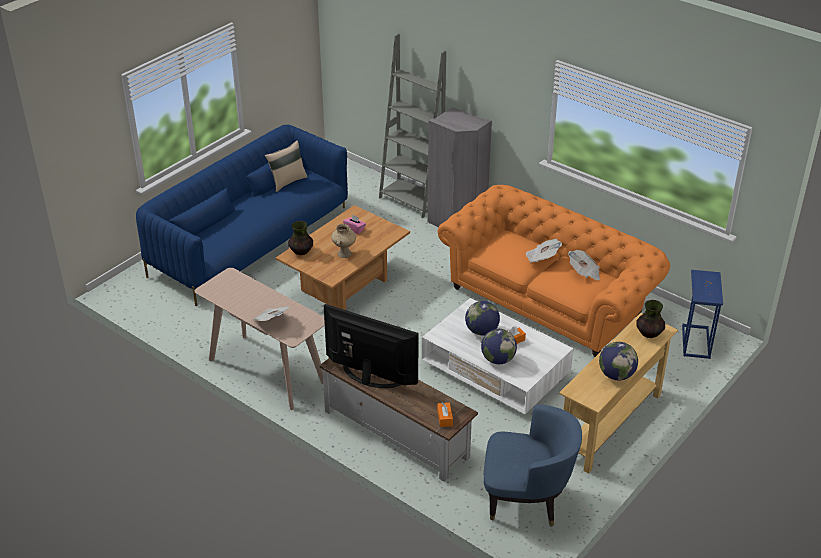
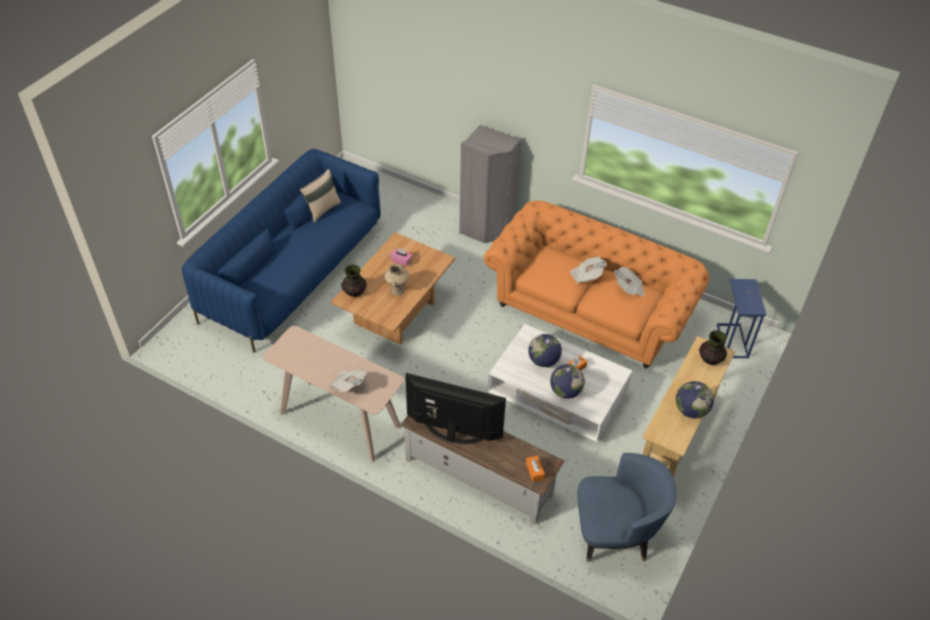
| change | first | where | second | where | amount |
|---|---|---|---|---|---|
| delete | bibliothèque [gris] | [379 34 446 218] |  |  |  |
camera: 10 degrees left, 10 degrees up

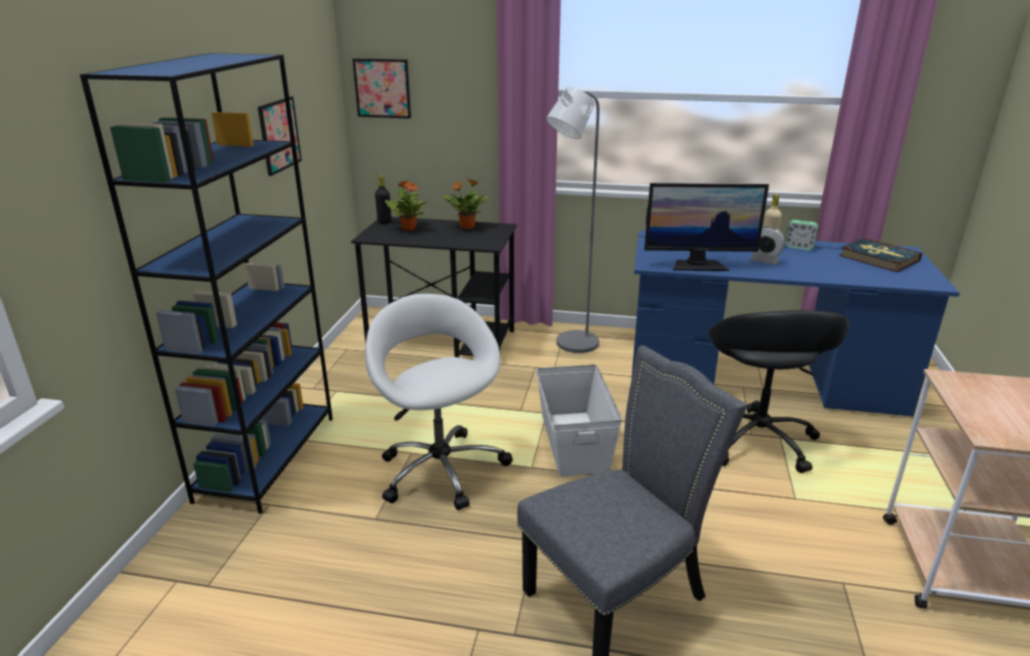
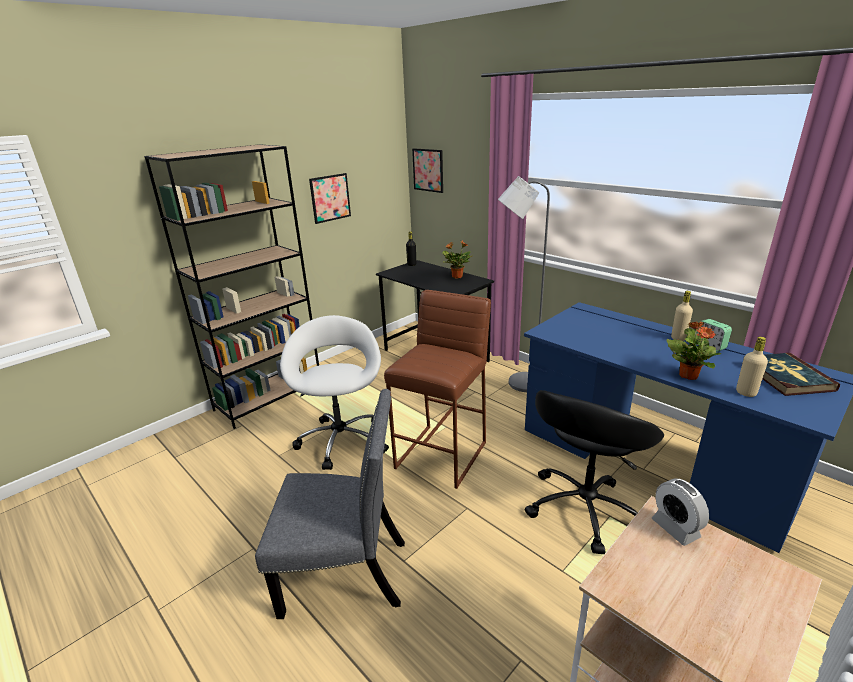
| change | first | where | second | where | amount |
|---|---|---|---|---|---|
| recolor | bibliothèque [bleu] | [80 53 333 514] | bibliothèque [beige] | [144 144 319 429] |  |
| replace | boîte de rangement [blanc] | [536 365 622 477] | tabouret [marron] | [384 290 491 489] |  |
| move | réveil | [750 227 785 265] |  | [652 478 709 546] |  |
| move | plante en pot | [385 180 425 231] |  | [666 321 721 380] |  |
| insert |  |  | bouteille [beige] | [736 337 768 397] |  |
| delete | écran d'ordinateur | [644 183 769 271] |  |  |  |
camera: 35 degrees right, 0 degrees up

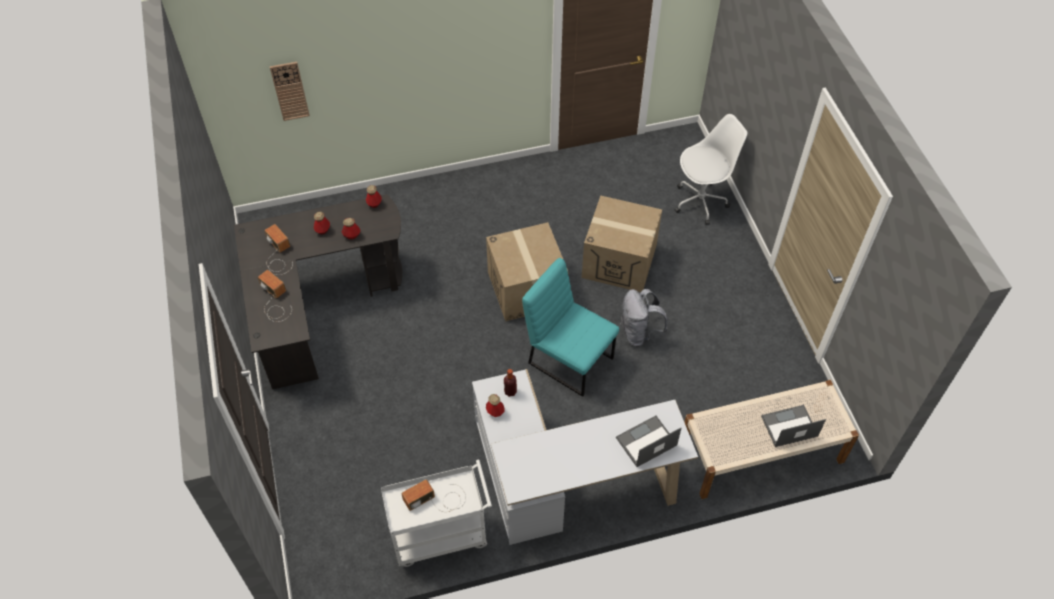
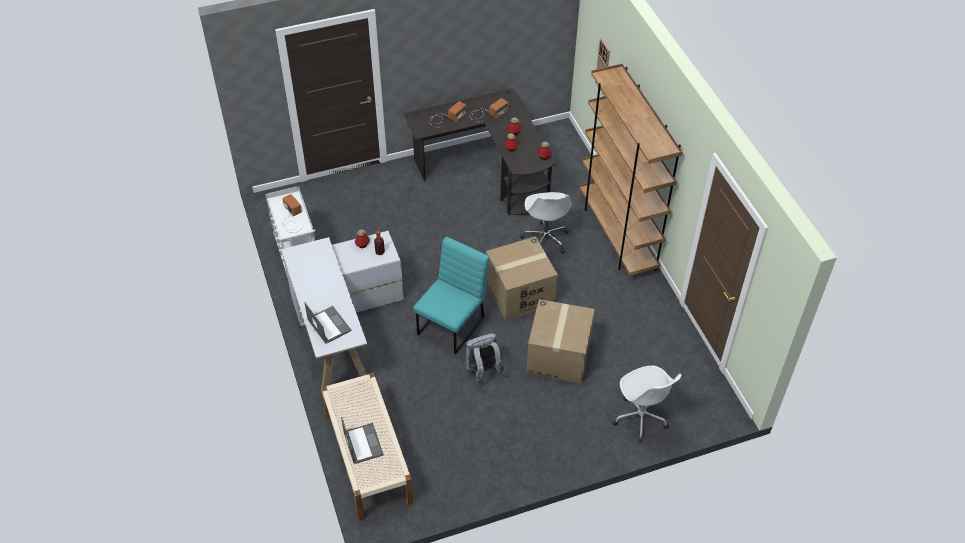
| change | first | where | second | where | amount |
|---|---|---|---|---|---|
| insert |  |  | chaise de bureau [blanc] | [520 192 572 254] |  |
| insert |  |  | bibliothèque [marron] | [579 64 682 276] |  |
camera: 85 degrees right, 5 degrees down

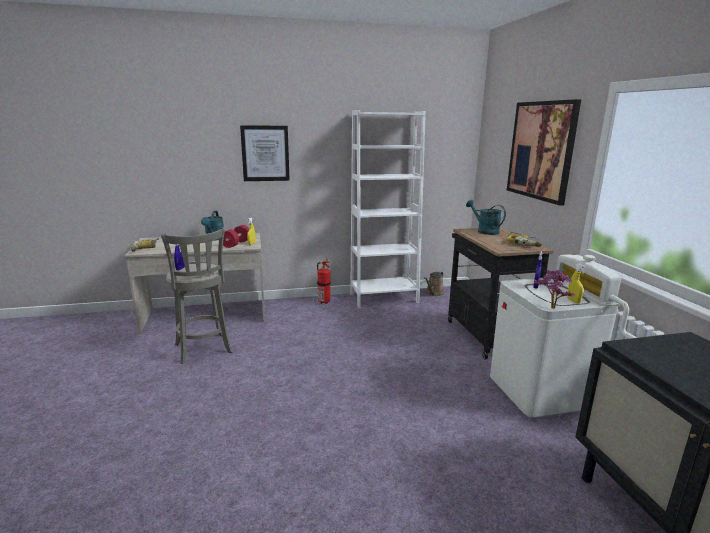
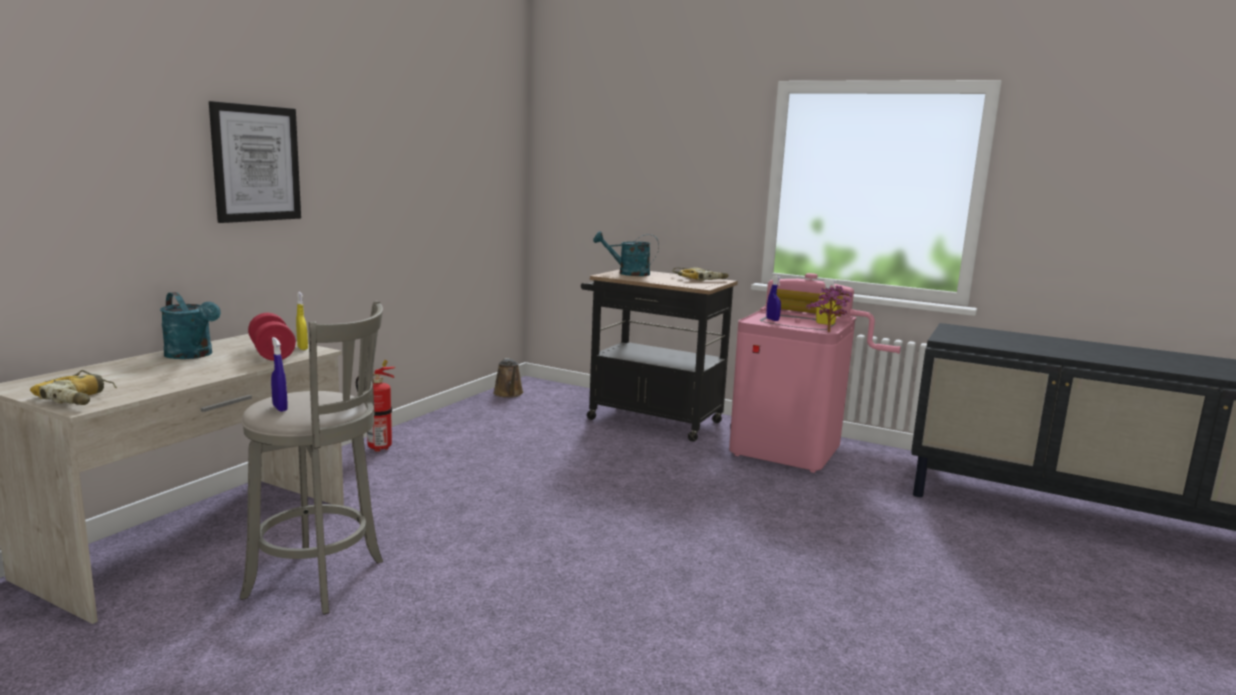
| change | first | where | second | where | amount |
|---|---|---|---|---|---|
| recolor | lave-linge [blanc] | [490 254 637 418] | lave-linge [rose] | [729 273 901 473] |  |
| delete | bibliothèque [blanc] | [350 110 426 308] |  |  |  |
| delete | tableau | [507 99 581 206] |  |  |  |
camera: 50 degrees left, 5 degrees down

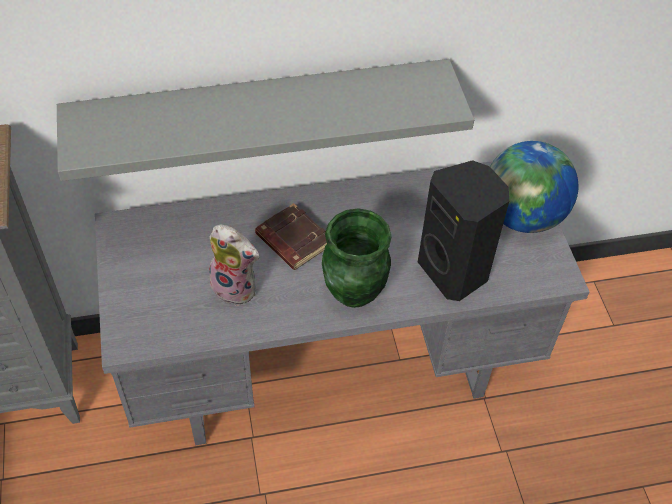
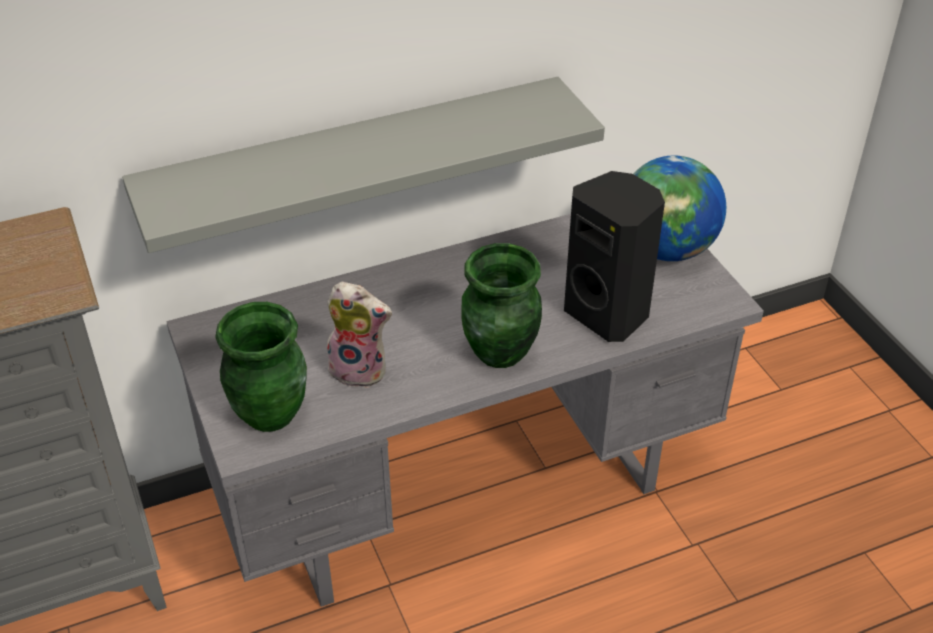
| change | first | where | second | where | amount |
|---|---|---|---|---|---|
| insert |  |  | vase [vert] | [216 302 307 432] |  |
| delete | livre [marron] | [255 203 327 270] |  |  |  |
camera: 10 degrees left, 10 degrees down

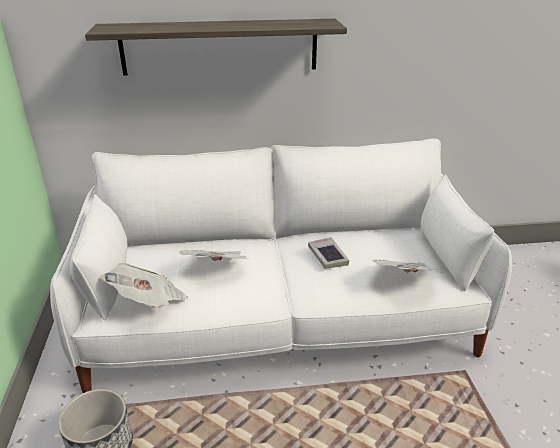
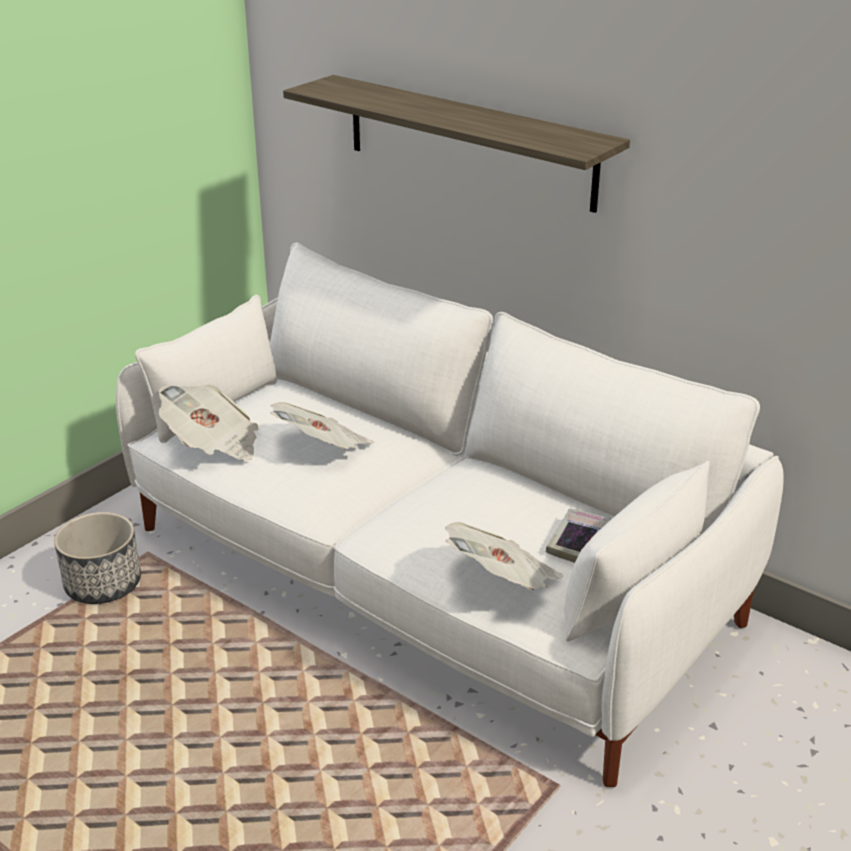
| change | first | where | second | where | amount |
|---|---|---|---|---|---|
| move | livre | [308 237 349 269] |  | [546 509 611 563] |  |
camera: 45 degrees right, 0 degrees up

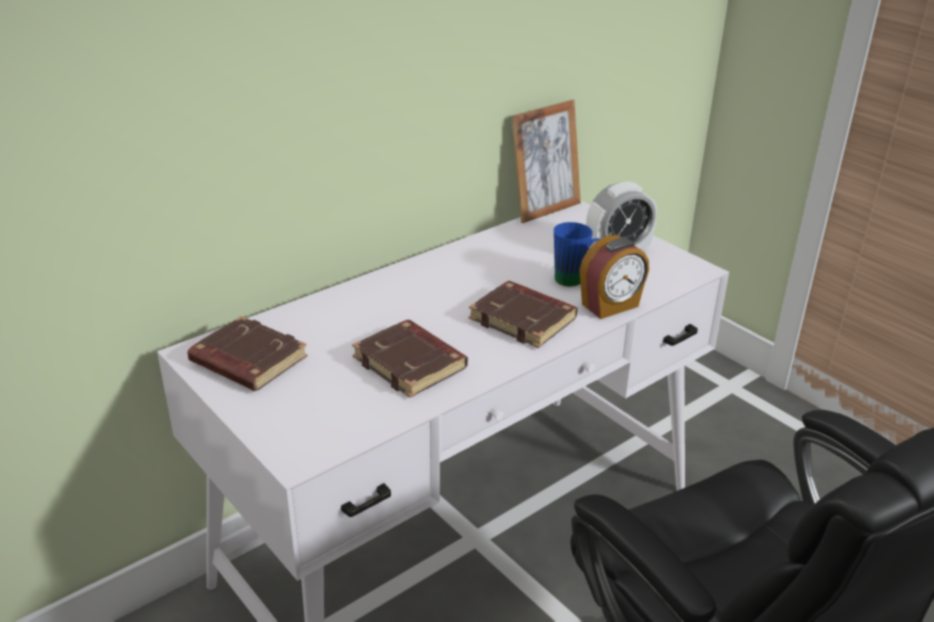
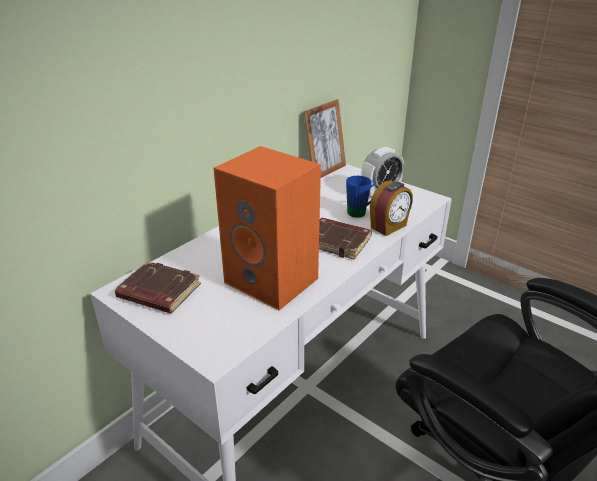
| change | first | where | second | where | amount |
|---|---|---|---|---|---|
| replace | livre [marron] | [352 320 468 398] | enceinte [orange] | [214 146 321 310] |  |
camera: 10 degrees left, 0 degrees up

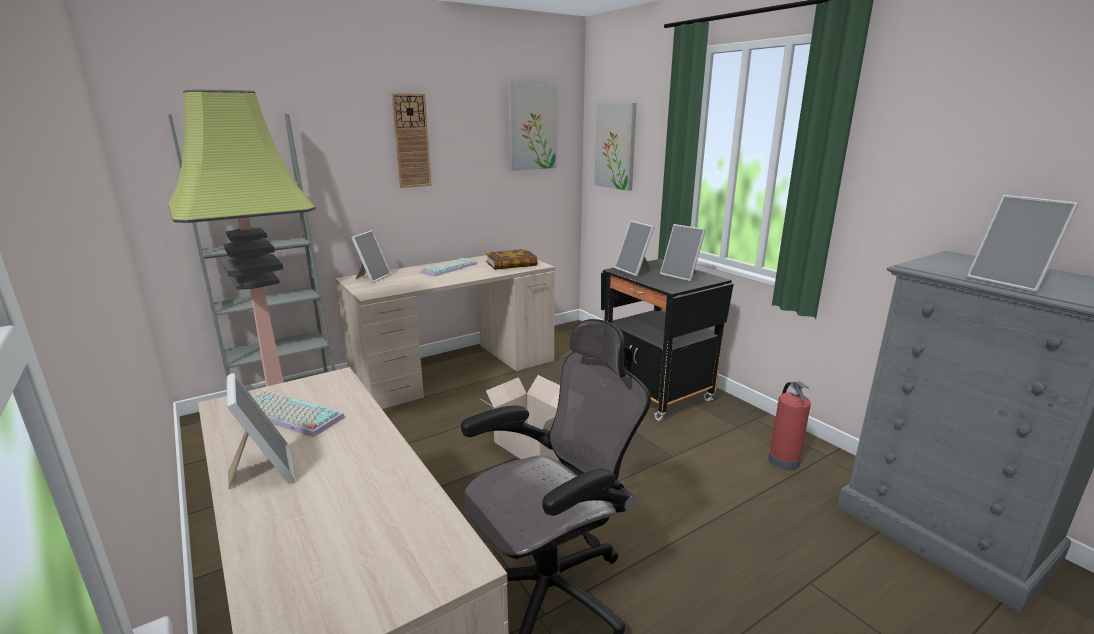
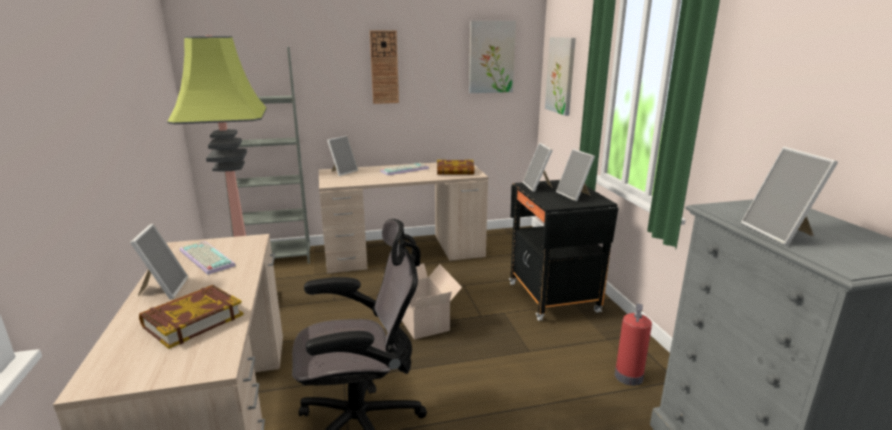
| change | first | where | second | where | amount |
|---|---|---|---|---|---|
| insert |  |  | livre | [139 285 244 349] |  |
camera: 20 degrees right, 0 degrees up

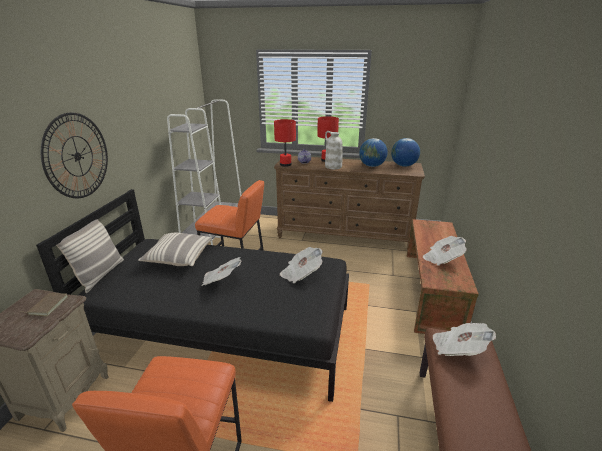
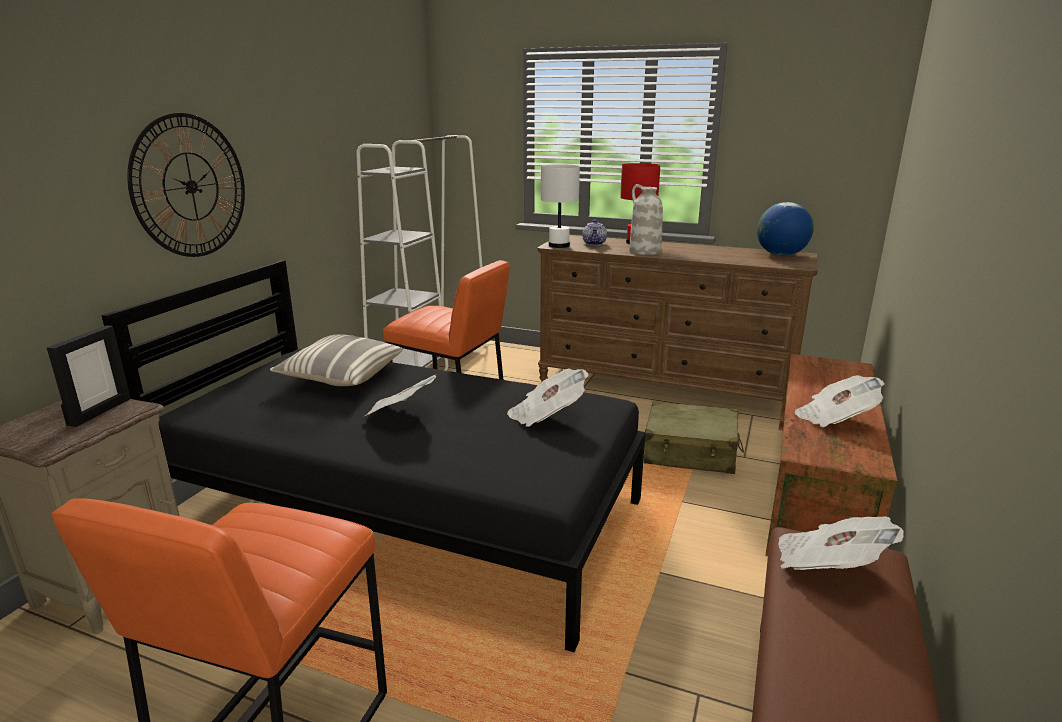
| change | first | where | second | where | amount |
|---|---|---|---|---|---|
| replace | livre [marron] | [21 293 68 316] | cadre photo | [47 325 131 427] |  |
| recolor | lampe de table [rouge] | [274 119 296 167] | lampe de table [blanc] | [541 164 580 248] |  |
| insert |  |  | valise [beige] | [644 402 744 474] |  |
| delete | coussin | [56 219 124 293] |  |  |  |
| delete | globe | [359 138 388 167] |  |  |  |
camera: 10 degrees right, 5 degrees down

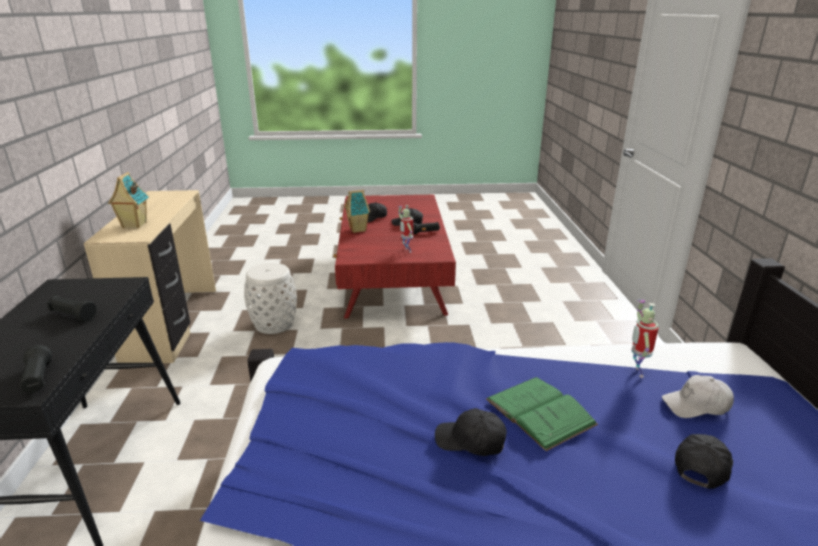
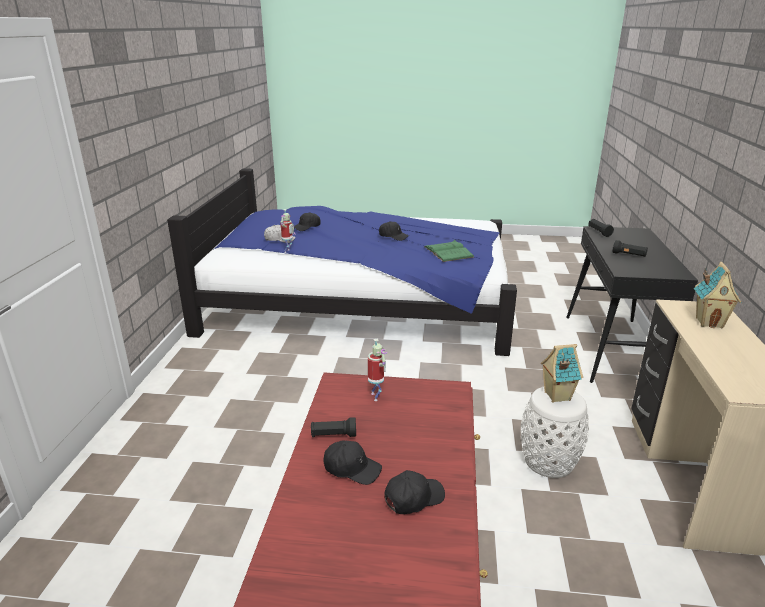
| change | first | where | second | where | amount |
|---|---|---|---|---|---|
| move | livre [vert] | [486 377 598 451] |  | [424 240 474 262] |  |
| move | maison miniature | [344 190 370 233] |  | [541 344 583 403] |  |
camera: 170 degrees left, 0 degrees up

